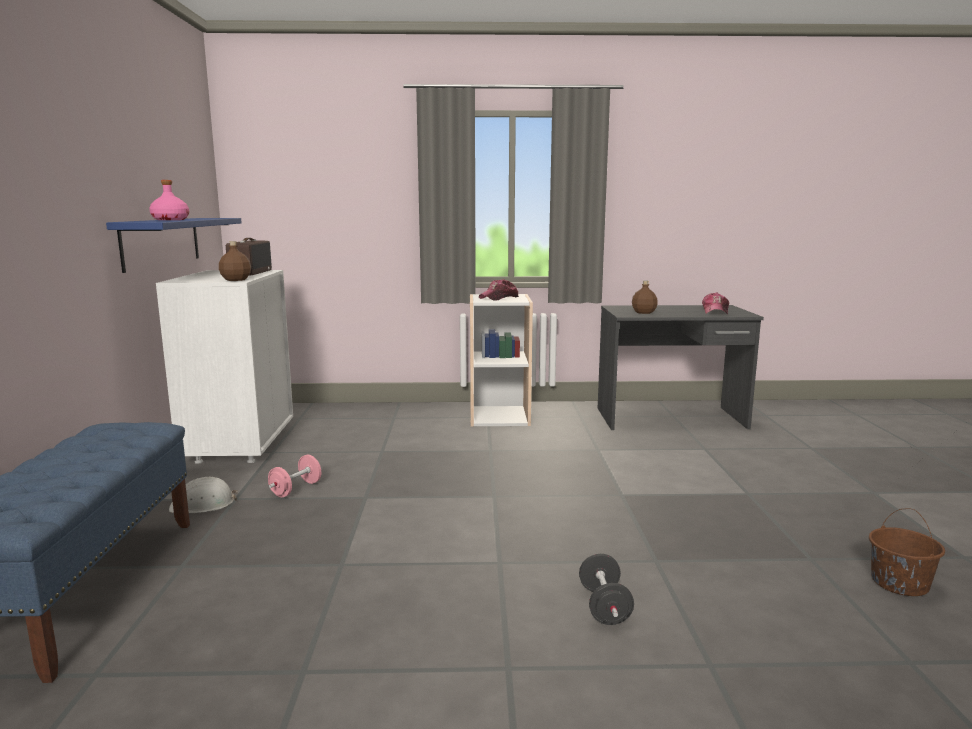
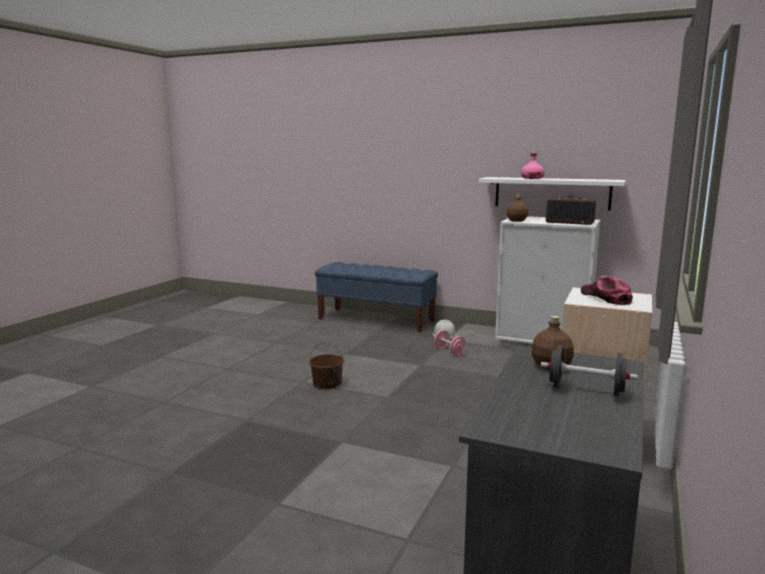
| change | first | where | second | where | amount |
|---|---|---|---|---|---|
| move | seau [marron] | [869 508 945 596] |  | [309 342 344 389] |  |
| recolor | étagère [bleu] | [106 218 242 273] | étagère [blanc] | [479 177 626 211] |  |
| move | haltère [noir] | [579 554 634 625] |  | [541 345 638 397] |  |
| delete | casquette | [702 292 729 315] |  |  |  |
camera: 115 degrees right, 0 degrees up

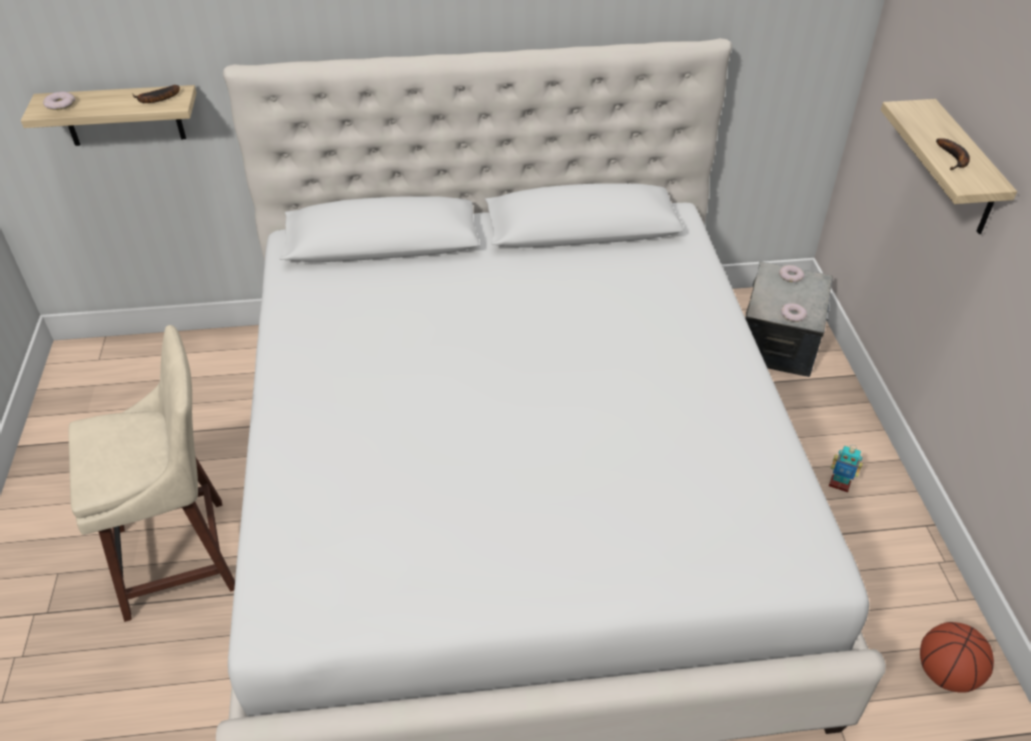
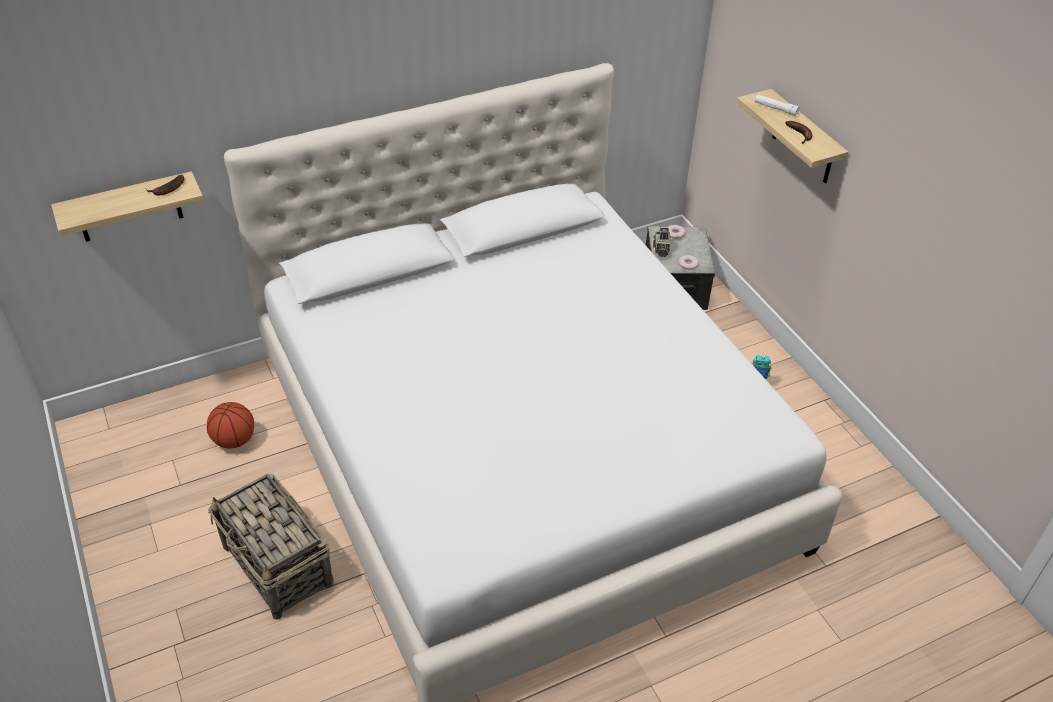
| change | first | where | second | where | amount |
|---|---|---|---|---|---|
| move | ballon de basket | [920 622 994 693] |  | [207 402 254 448] |  |
| replace | chaise [beige] | [68 325 235 622] | panier | [208 474 334 620] |  |
| insert |  |  | appareil photo | [653 228 671 258] |  |
| insert |  |  | lampe de poche [blanc] | [755 95 800 116] |  |
| delete | beignet | [43 92 75 110] |  |  |  |
camera: 20 degrees left, 0 degrees up

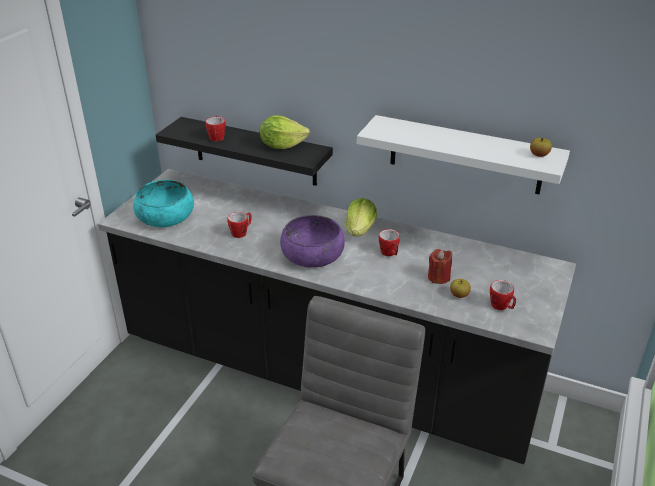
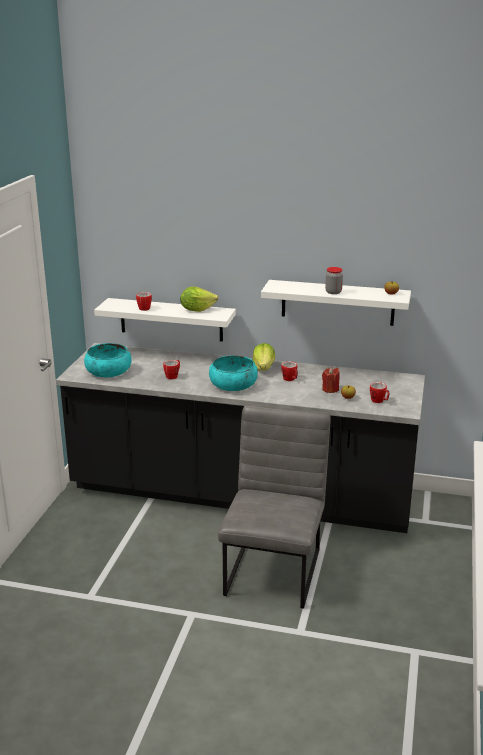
| change | first | where | second | where | amount |
|---|---|---|---|---|---|
| recolor | étagère [noir] | [156 117 333 186] | étagère [blanc] | [94 298 236 342] |  |
| recolor | bol [violet] | [280 215 345 268] | bol [turquoise] | [209 355 258 391] |  |
| insert |  |  | bocal | [325 267 343 294] |  |
camera: 10 degrees left, 10 degrees down

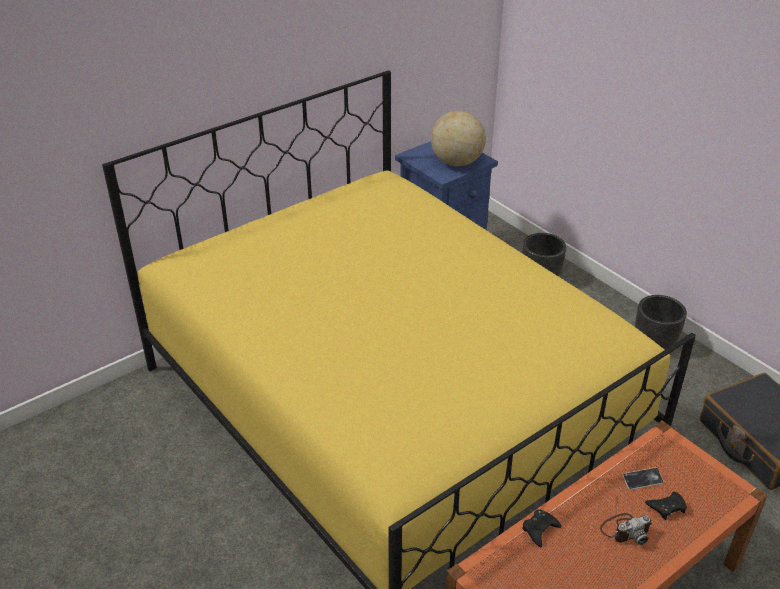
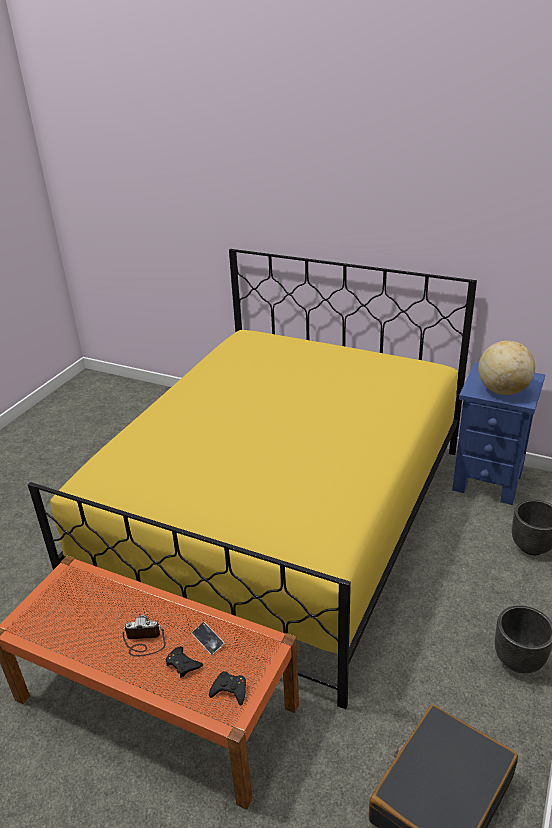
| change | first | where | second | where | amount |
|---|---|---|---|---|---|
| rotate | appareil photo | [600 513 652 545] |  | [122 615 166 657] | 135 degrees clockwise |
| move | manette [noir] | [522 509 561 547] |  | [209 671 246 706] |  |
camera: 65 degrees right, 5 degrees down

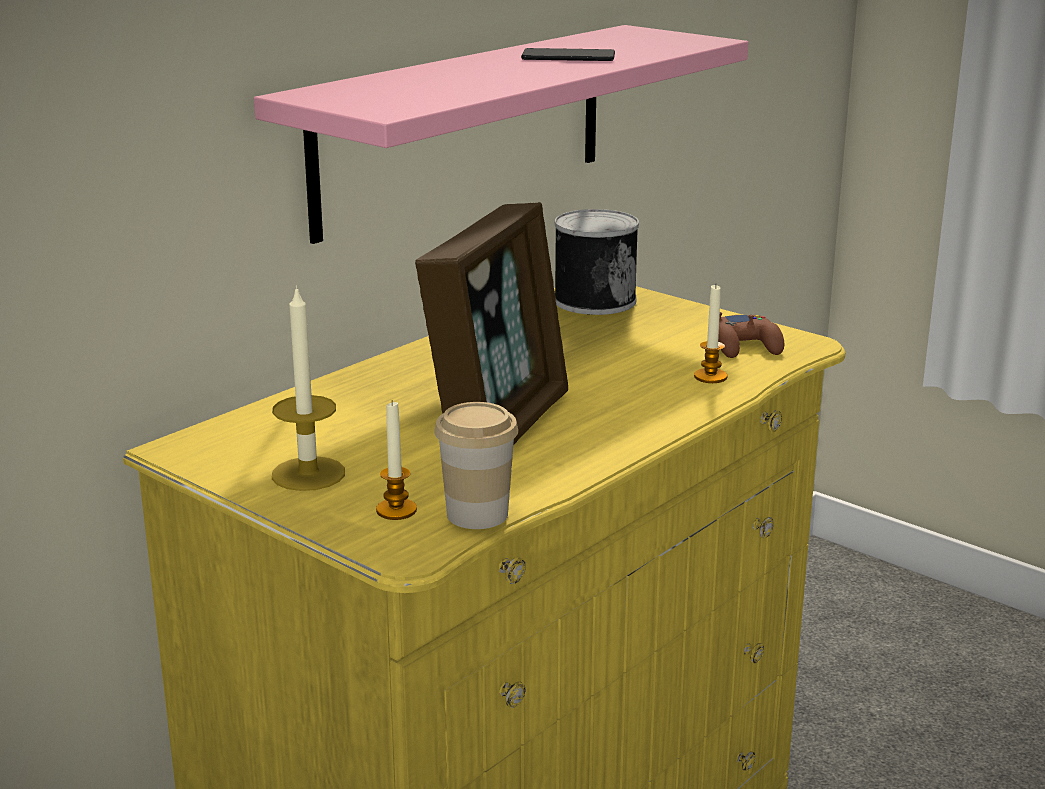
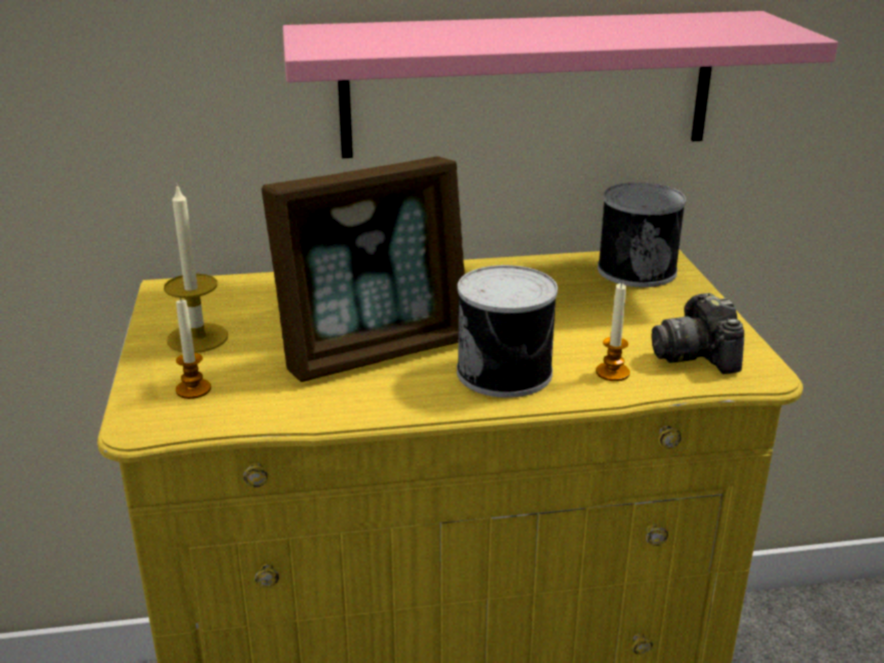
| change | first | where | second | where | amount |
|---|---|---|---|---|---|
| insert |  |  | boîte métallique | [457 265 558 398] |  |
| replace | manette [marron] | [718 312 784 358] | appareil photo | [652 293 745 374] |  |
| delete | tasse | [434 402 518 529] |  |  |  |
| delete | téléphone | [521 48 615 61] |  |  |  |
camera: 40 degrees right, 5 degrees up

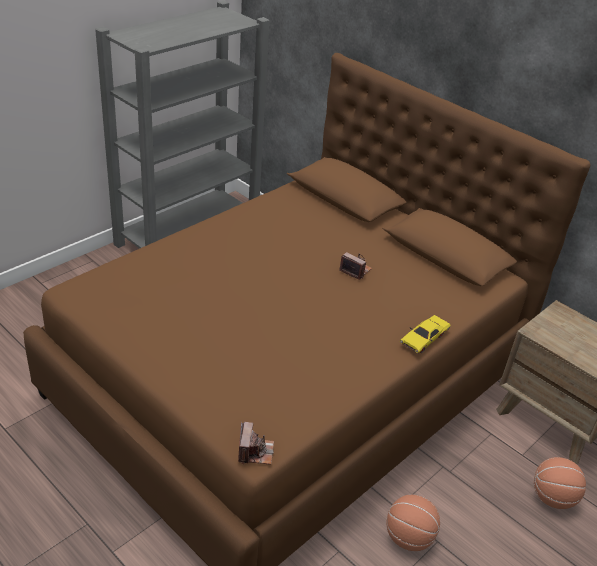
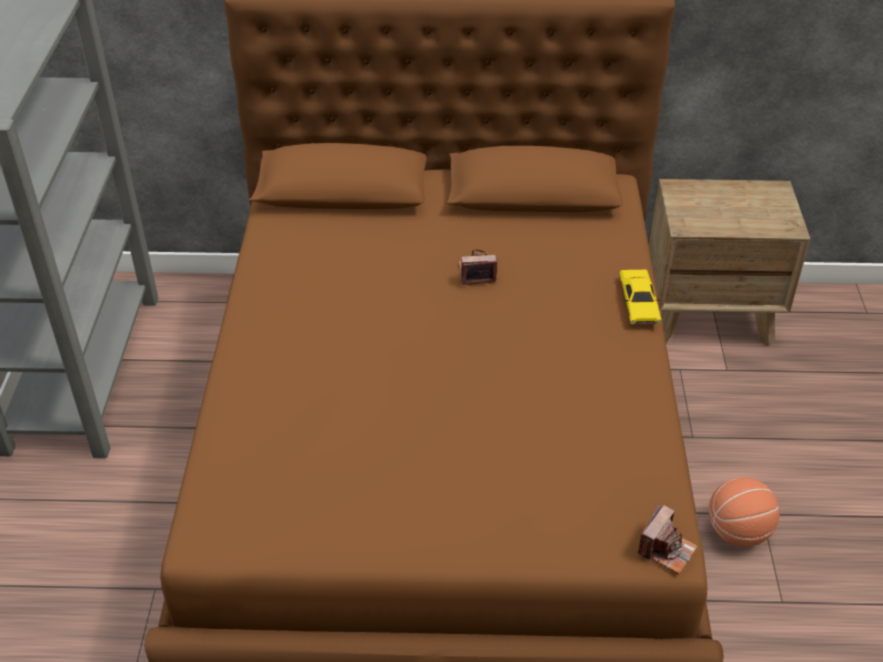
| change | first | where | second | where | amount |
|---|---|---|---|---|---|
| rotate | appareil photo | [238 422 274 465] |  | [638 504 698 574] | 75 degrees clockwise |
| delete | ballon de basket | [534 457 586 509] |  |  |  |
camera: 40 degrees left, 5 degrees up

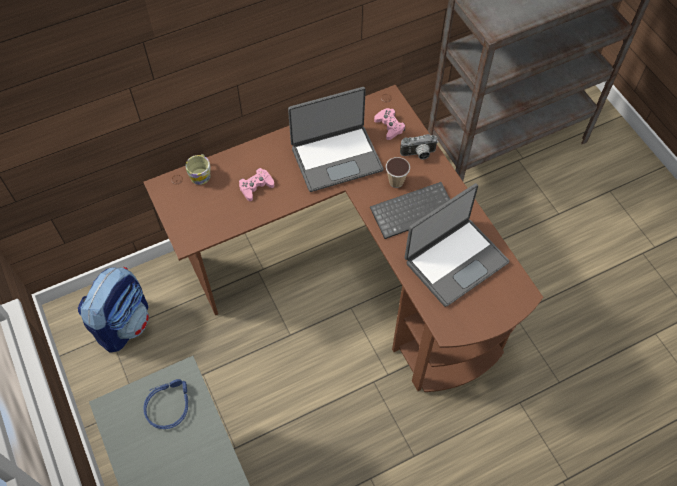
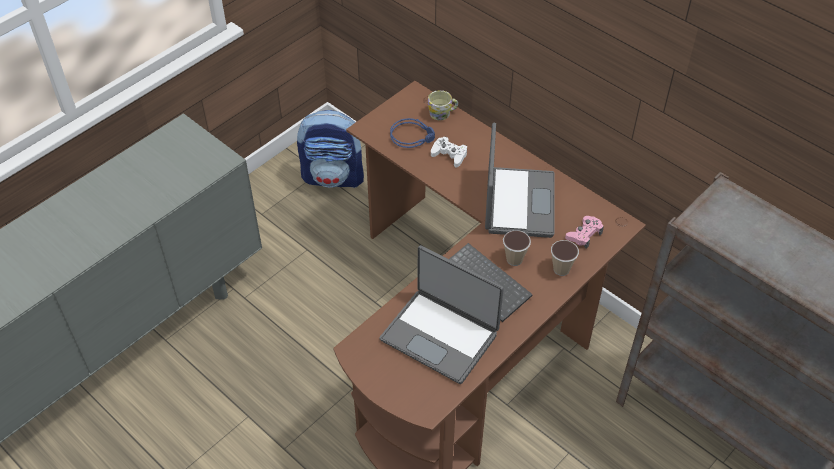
| change | first | where | second | where | amount |
|---|---|---|---|---|---|
| move | casque audio [bleu] | [143 379 189 429] |  | [390 118 435 148] |  |
| recolor | manette [rose] | [239 168 274 201] | manette [blanc] | [431 137 467 168] |  |
| rotate | ordinateur portable | [288 87 384 192] |  | [485 123 555 238] | 135 degrees counterclockwise |
| replace | appareil photo | [400 134 438 159] | tasse | [551 240 579 276] |  |
camera: 70 degrees right, 10 degrees down

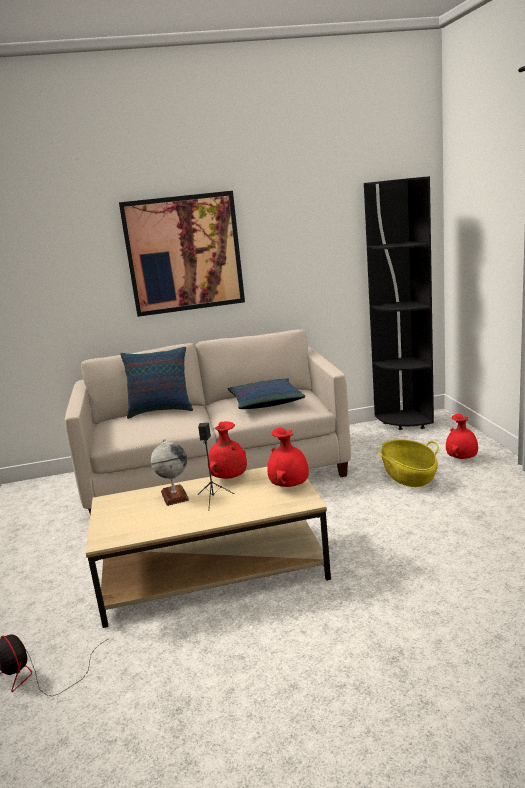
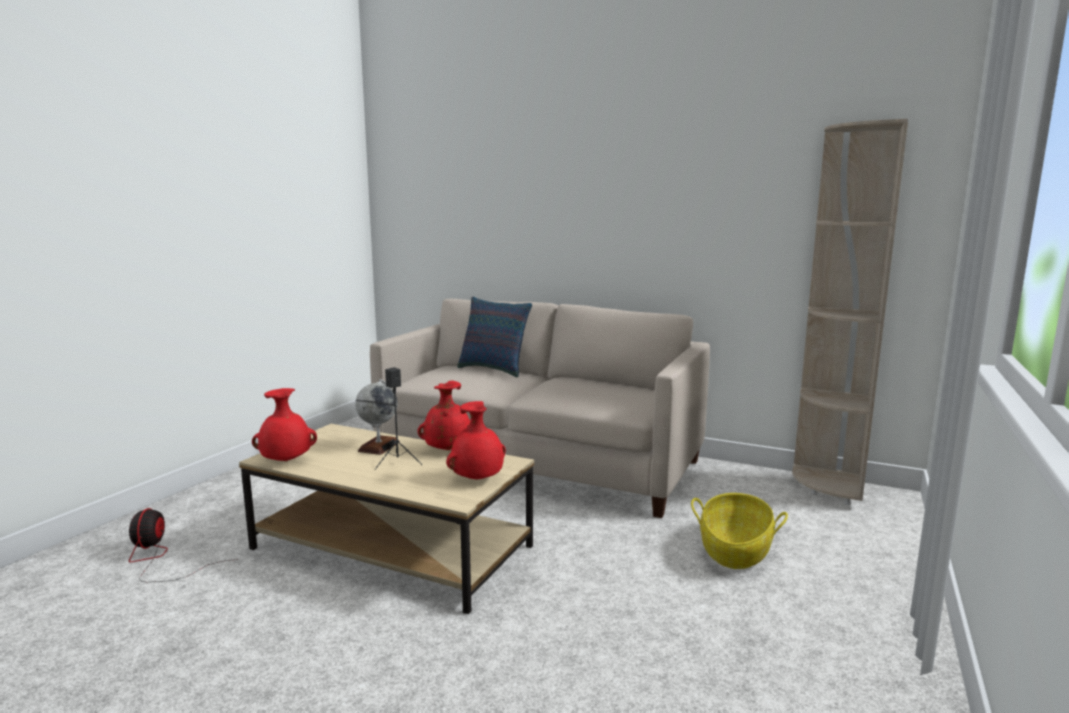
| change | first | where | second | where | amount |
|---|---|---|---|---|---|
| move | vase [rouge] | [446 414 478 459] |  | [252 388 317 461] |  |
| recolor | bibliothèque [noir] | [364 176 434 430] | bibliothèque [beige] | [792 119 908 505] |  |
| delete | tableau | [119 191 245 317] |  |  |  |
| delete | coussin [bleu] | [228 378 305 409] |  |  |  |
camera: 35 degrees right, 5 degrees down

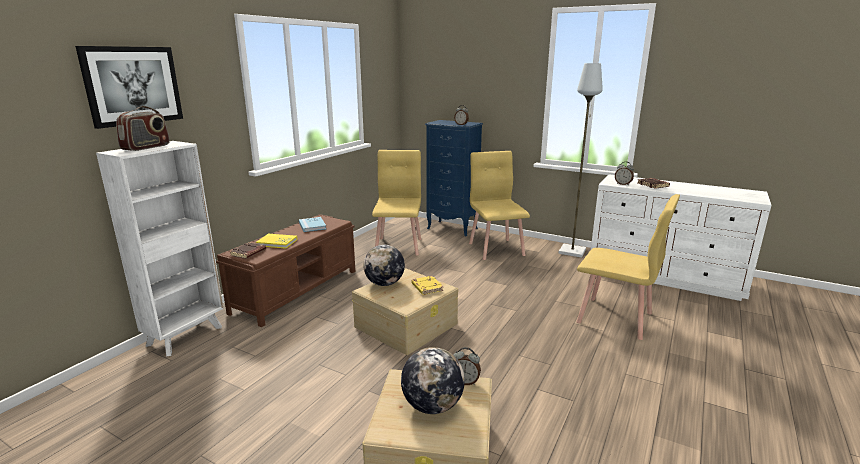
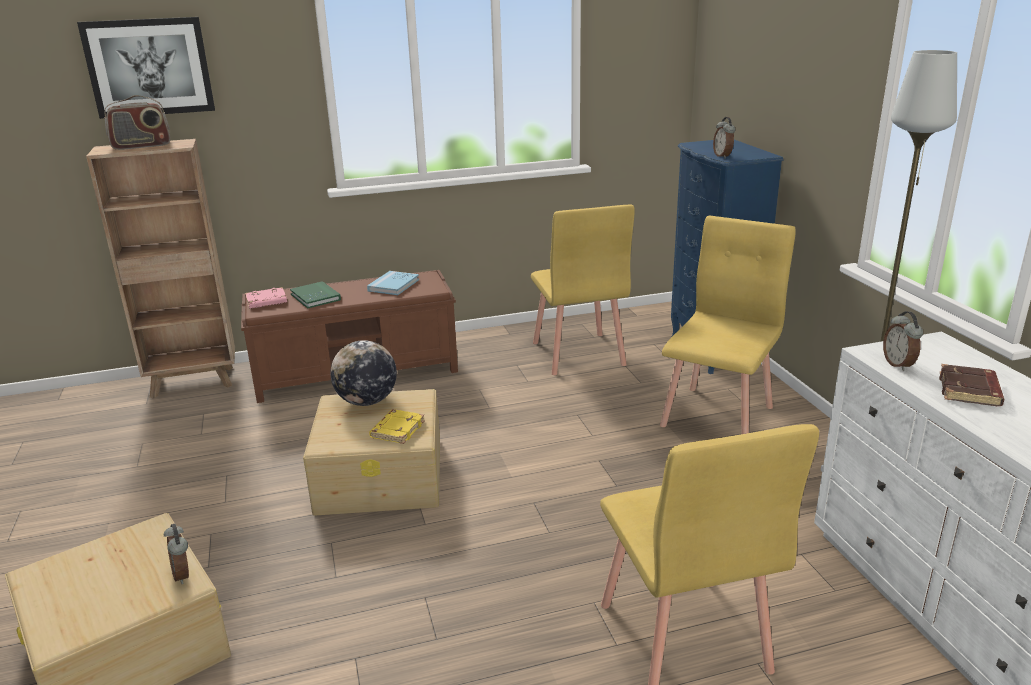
| change | first | where | second | where | amount |
|---|---|---|---|---|---|
| recolor | bibliothèque [blanc] | [96 141 224 356] | bibliothèque [marron] | [86 139 235 399] |  |
| recolor | livre [marron] | [229 242 266 259] | livre [rose] | [245 287 287 309] |  |
| recolor | livre [jaune] | [256 234 298 249] | livre [vert] | [290 281 341 309] |  |
| rotate | chaise [jaune] | [372 150 421 256] |  | [531 205 635 375] | 120 degrees clockwise |
| delete | globe | [401 347 465 414] |  |  |  |
camera: 45 degrees right, 5 degrees up

